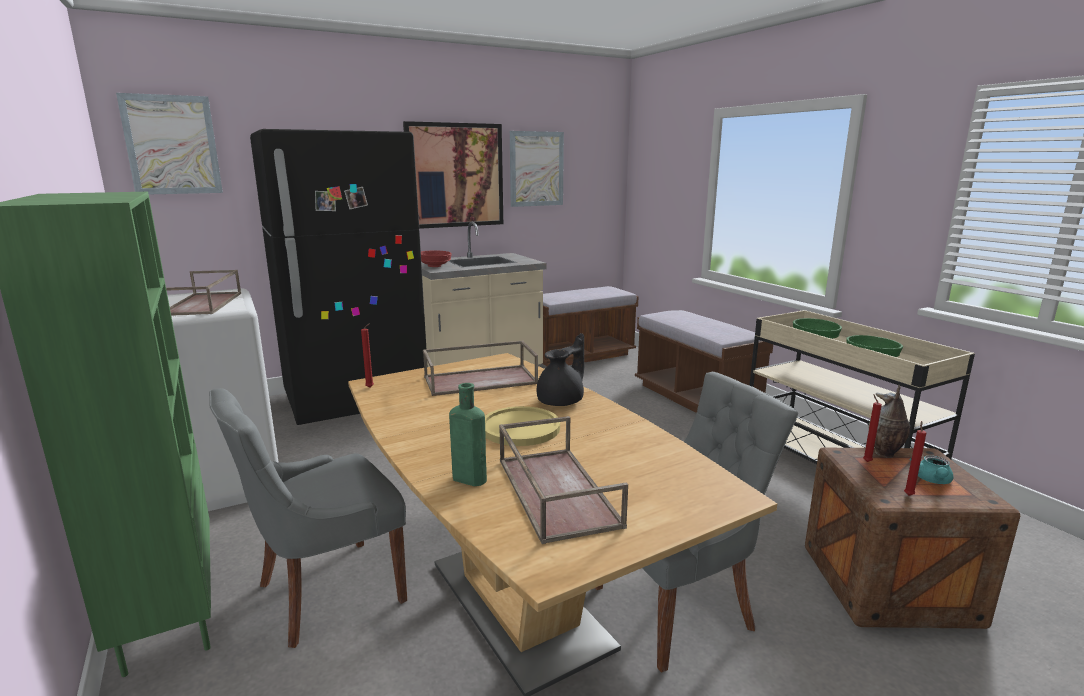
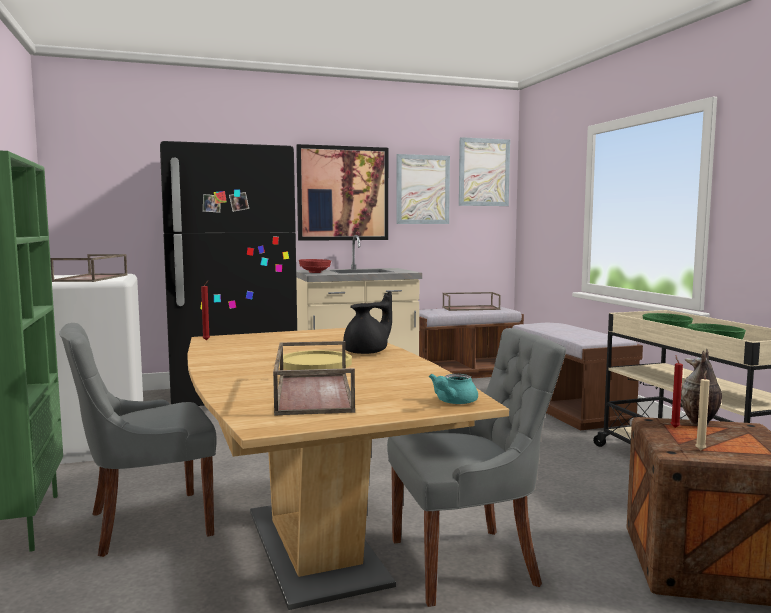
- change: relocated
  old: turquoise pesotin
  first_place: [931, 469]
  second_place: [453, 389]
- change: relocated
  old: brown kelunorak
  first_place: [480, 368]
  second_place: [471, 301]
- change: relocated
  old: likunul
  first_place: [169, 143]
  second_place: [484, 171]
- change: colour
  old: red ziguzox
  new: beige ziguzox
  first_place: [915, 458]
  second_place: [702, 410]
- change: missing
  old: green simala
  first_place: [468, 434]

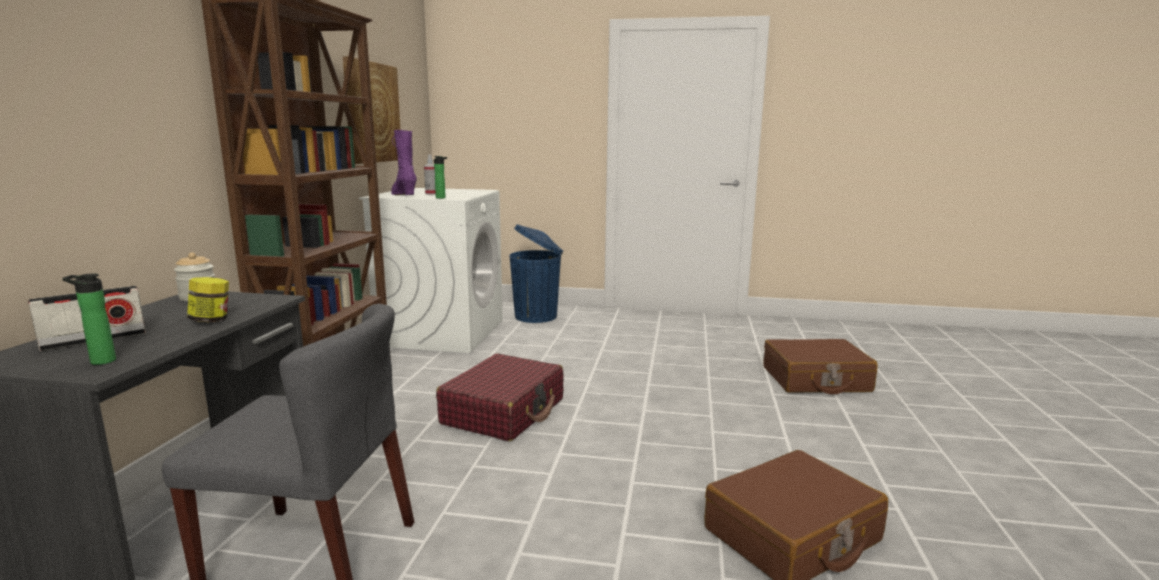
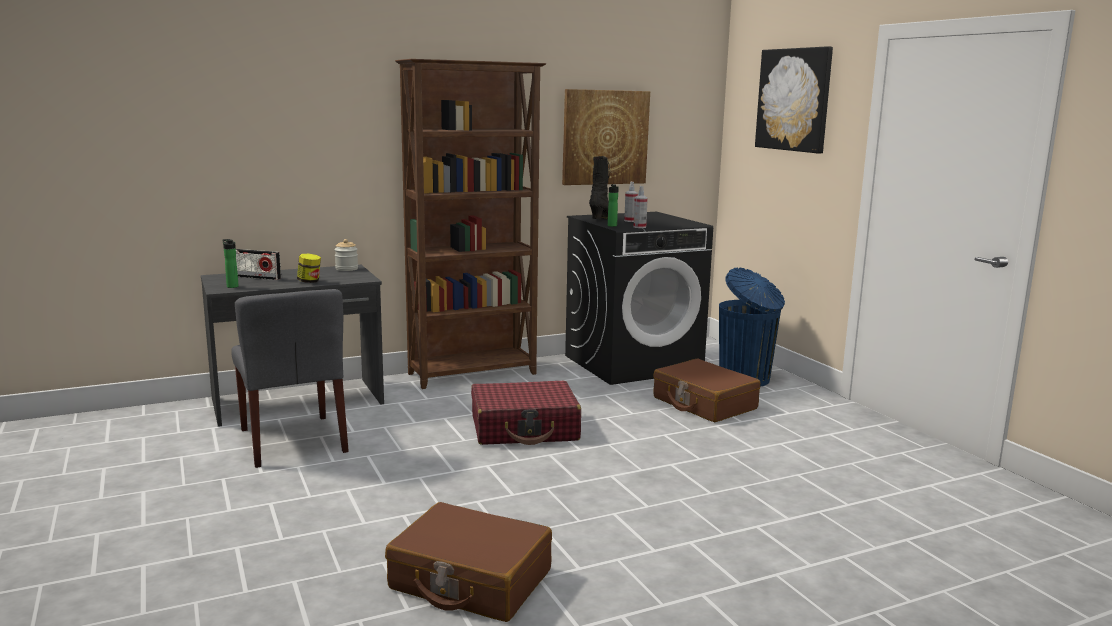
- change: colour
  old: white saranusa
  new: black saranusa
  first_place: [431, 270]
  second_place: [639, 298]
- change: colour
  old: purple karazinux
  new: black karazinux
  first_place: [404, 162]
  second_place: [599, 187]
- change: appeared
  new: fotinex
  second_place: [641, 207]
- change: relocated
  old: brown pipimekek
  first_place: [821, 366]
  second_place: [706, 390]
- change: appeared
  new: likunul
  second_place: [794, 100]

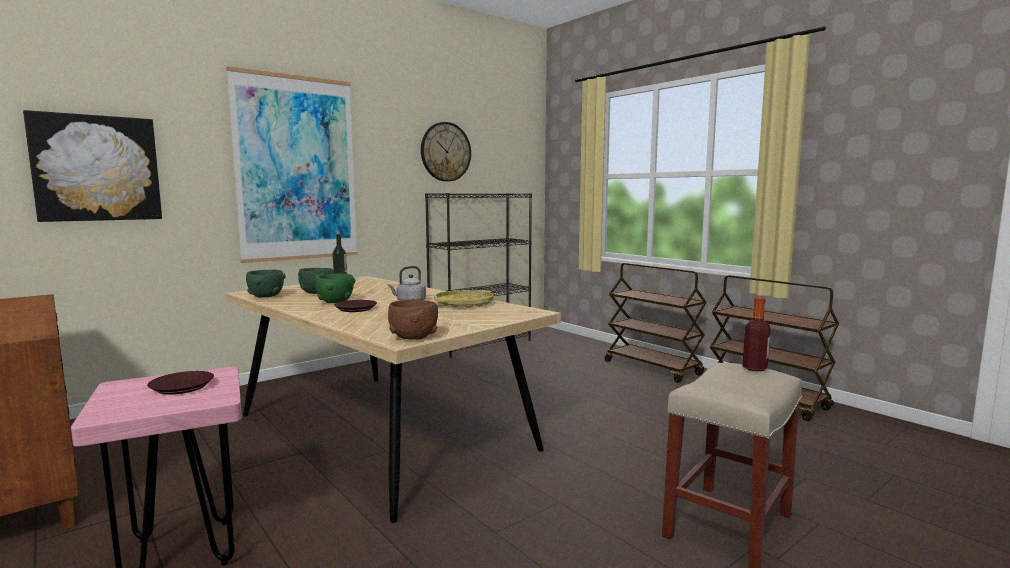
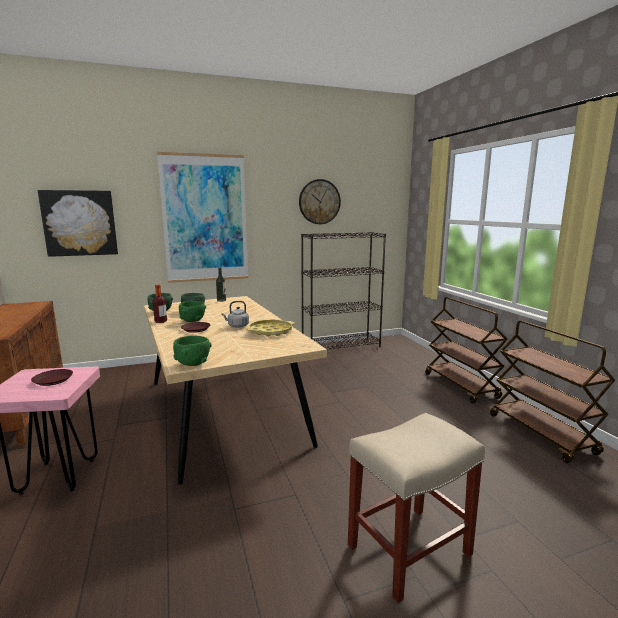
- change: relocated
  old: simala
  first_place: [756, 334]
  second_place: [160, 304]
- change: colour
  old: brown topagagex
  new: green topagagex
  first_place: [413, 320]
  second_place: [192, 351]

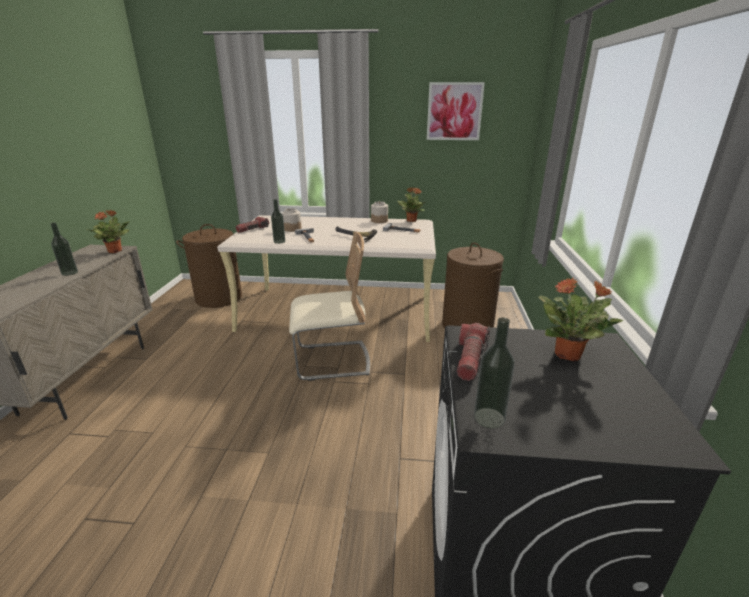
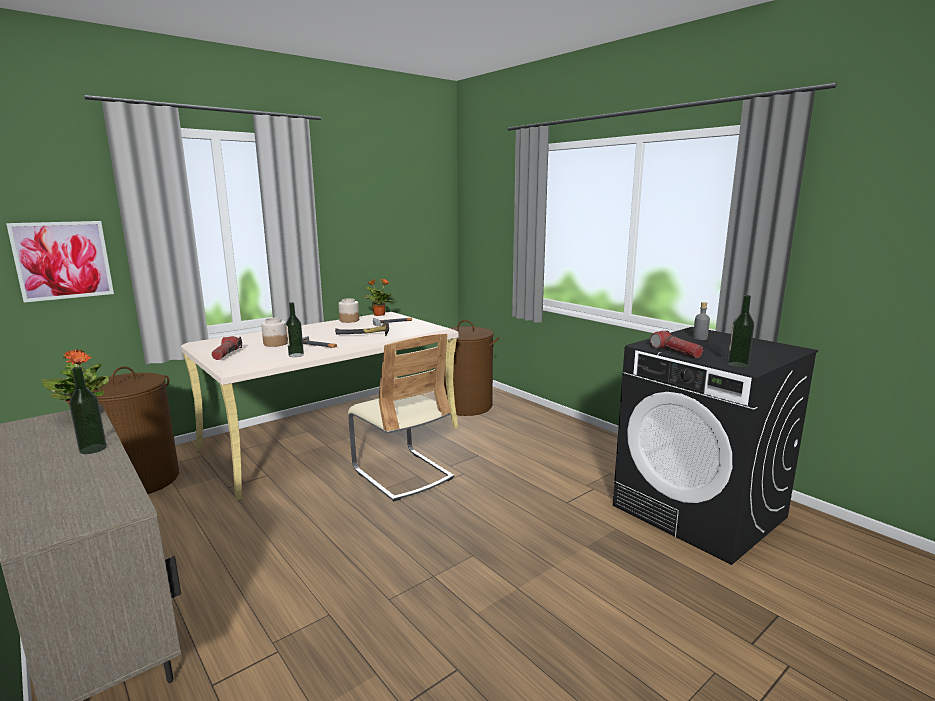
- change: relocated
  old: likunul
  first_place: [456, 111]
  second_place: [60, 262]
- change: spun
  old: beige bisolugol
  first_place: [329, 306]
  second_place: [401, 417]
  degrees: 105
- change: exchanged
  old: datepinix
  new: grey simala
  first_place: [581, 319]
  second_place: [701, 321]

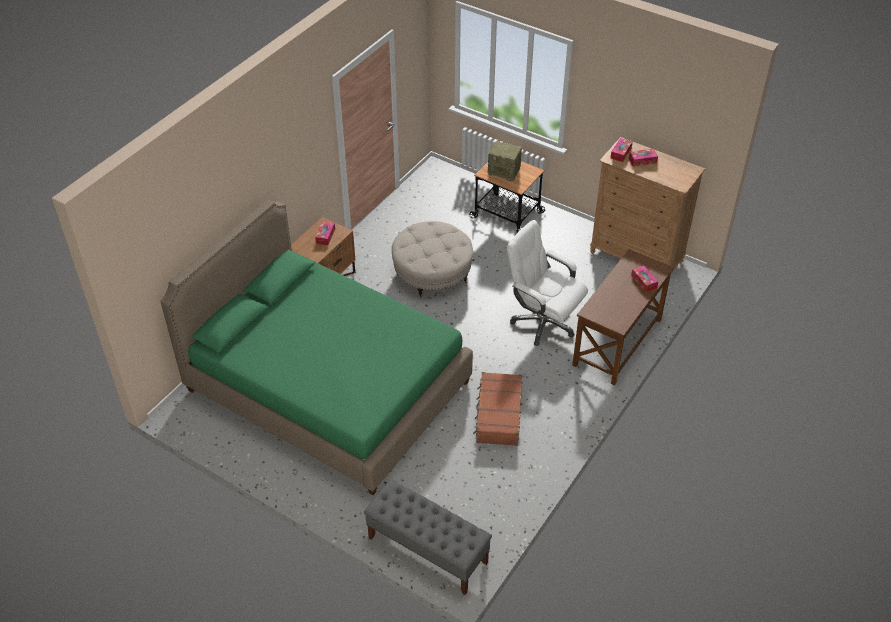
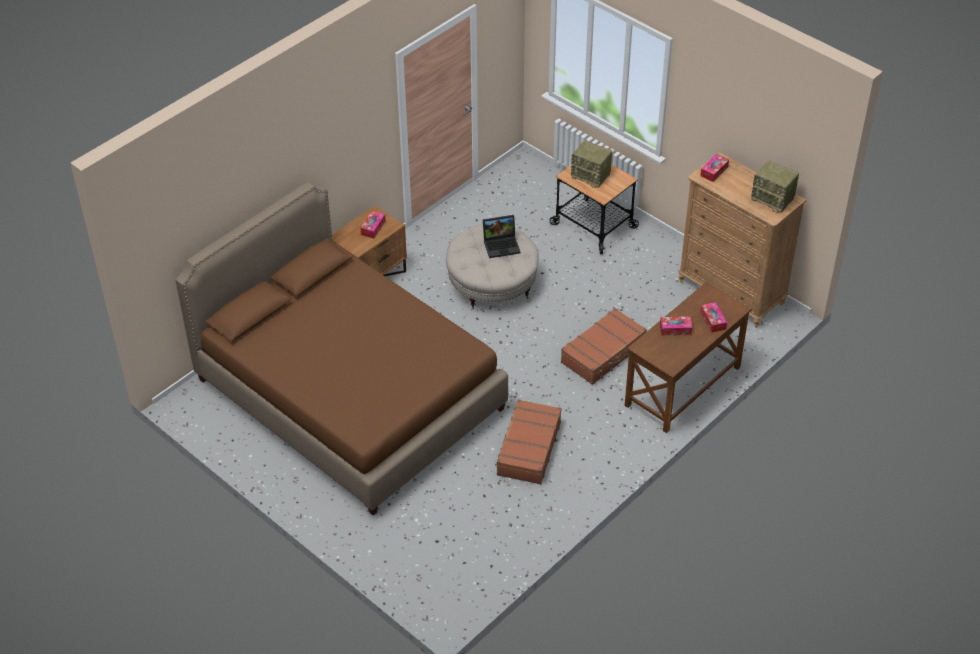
- change: colour
  old: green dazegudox
  new: brown dazegudox
  first_place: [316, 347]
  second_place: [341, 348]
- change: appeared
  new: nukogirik
  second_place: [501, 236]
- change: exchanged
  old: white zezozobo
  new: brown pipimekek
  first_place: [547, 283]
  second_place: [604, 346]
- change: relocated
  old: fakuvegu
  first_place: [643, 157]
  second_place: [676, 326]
- change: appeared
  new: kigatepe
  second_place: [775, 186]
- change: missing
  old: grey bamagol
  first_place: [428, 537]

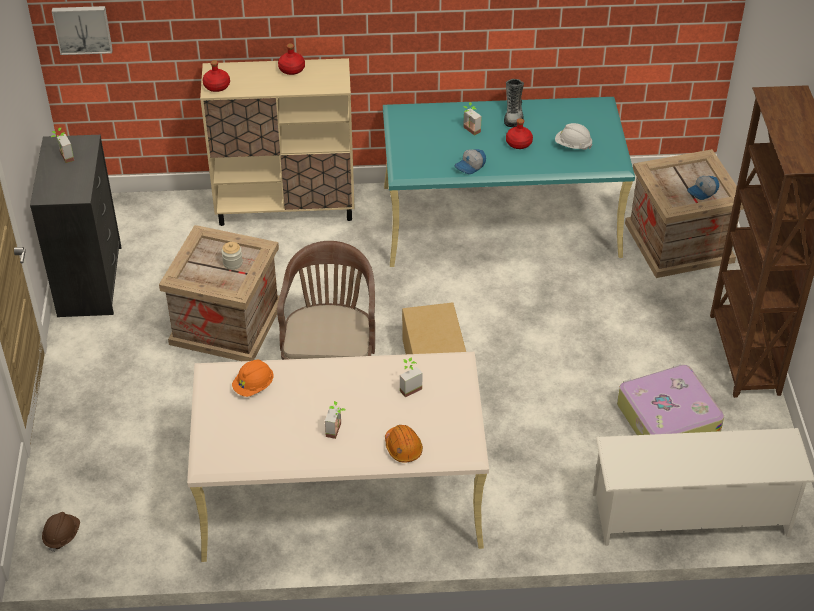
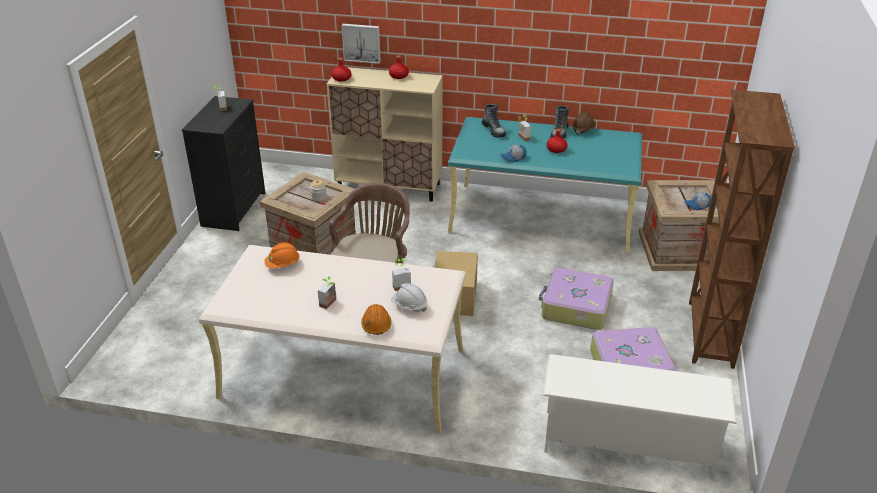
- change: relocated
  old: likunul
  first_place: [82, 30]
  second_place: [361, 44]
- change: relocated
  old: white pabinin
  first_place: [574, 136]
  second_place: [409, 297]
- change: appeared
  new: karazinux
  second_place: [494, 121]
- change: appeared
  new: pipimekek
  second_place: [576, 299]
- change: relocated
  old: brown pabinin
  first_place: [61, 532]
  second_place: [584, 123]

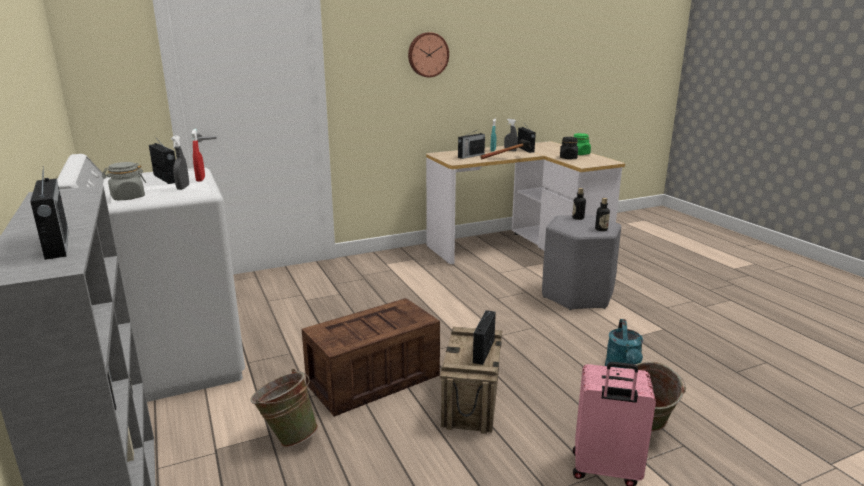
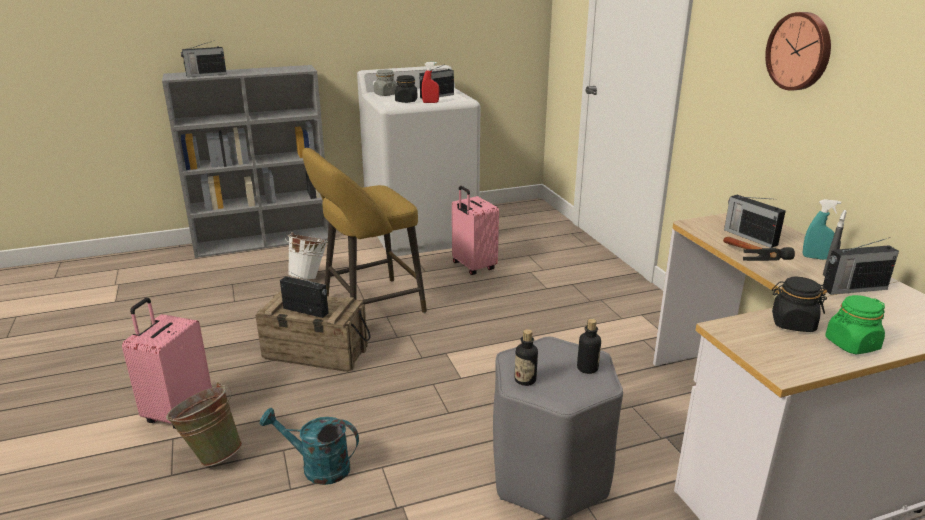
- change: colour
  old: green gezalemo
  new: white gezalemo
  first_place: [284, 408]
  second_place: [306, 256]
- change: exchanged
  old: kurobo
  new: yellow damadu
  first_place: [371, 357]
  second_place: [364, 230]
- change: exchanged
  old: grey fotinex
  new: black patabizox
  first_place: [180, 162]
  second_place: [406, 89]
- change: appeared
  new: pink pipimekek
  second_place: [475, 230]

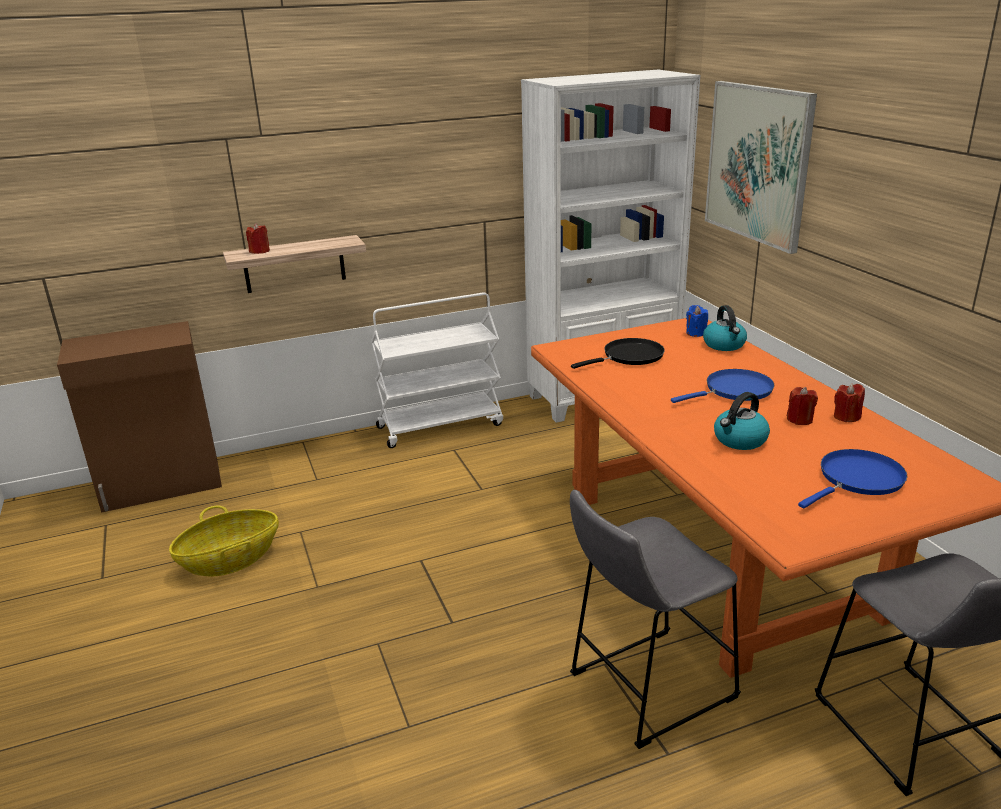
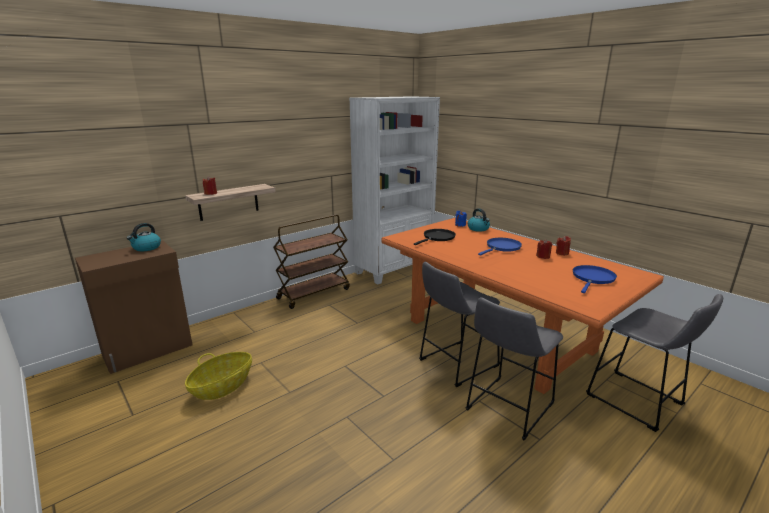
- change: relocated
  old: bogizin
  first_place: [742, 421]
  second_place: [144, 237]
- change: colour
  old: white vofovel
  new: brown vofovel
  first_place: [437, 370]
  second_place: [311, 262]
- change: appeared
  new: grey damadu
  second_place: [459, 324]
- change: missing
  old: likunul
  first_place: [761, 167]

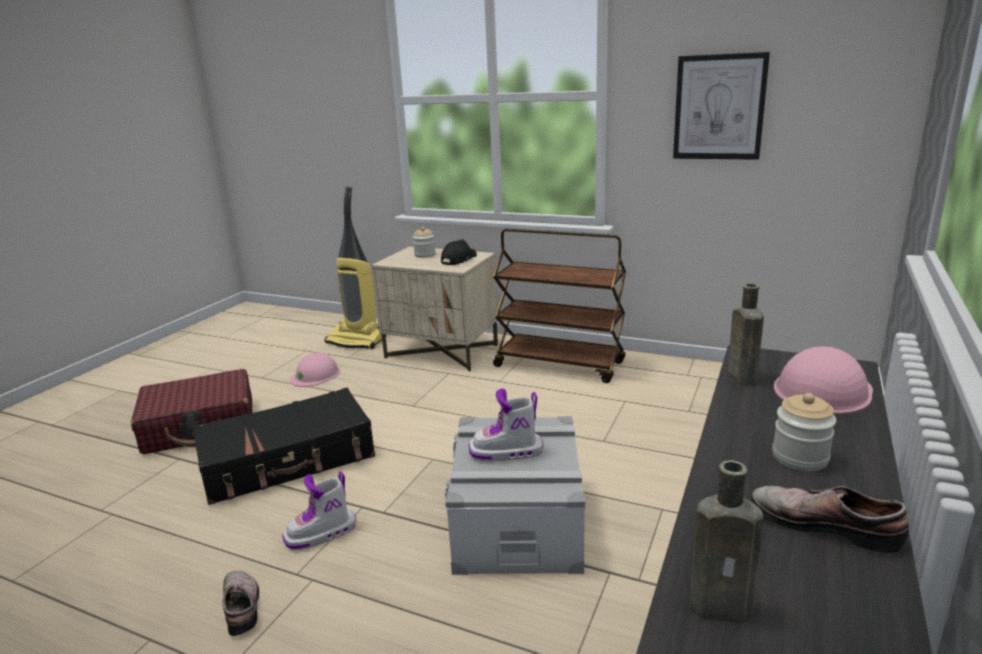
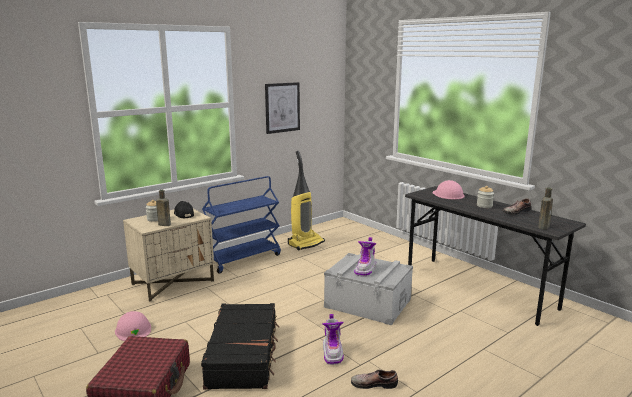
- change: relocated
  old: brown simala
  first_place: [746, 334]
  second_place: [163, 208]
- change: colour
  old: brown vofovel
  new: blue vofovel
  first_place: [559, 306]
  second_place: [241, 225]
- change: relocated
  old: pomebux
  first_place: [355, 268]
  second_place: [306, 201]

